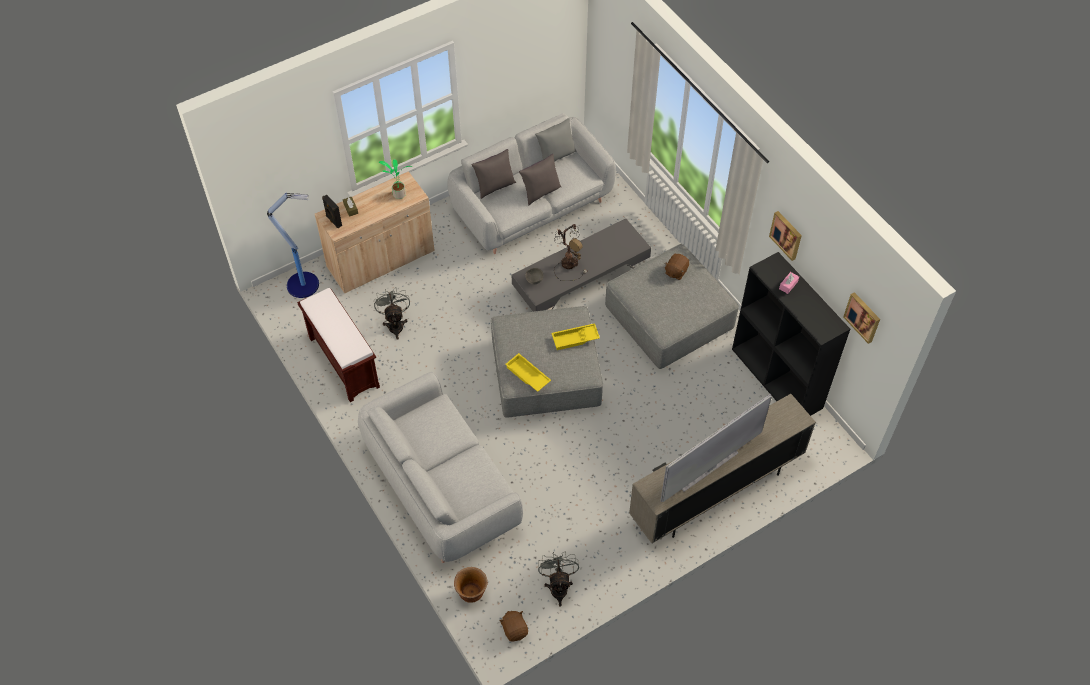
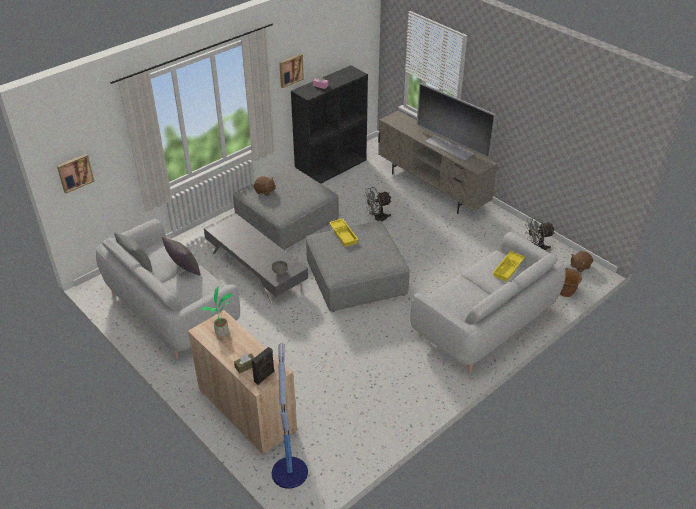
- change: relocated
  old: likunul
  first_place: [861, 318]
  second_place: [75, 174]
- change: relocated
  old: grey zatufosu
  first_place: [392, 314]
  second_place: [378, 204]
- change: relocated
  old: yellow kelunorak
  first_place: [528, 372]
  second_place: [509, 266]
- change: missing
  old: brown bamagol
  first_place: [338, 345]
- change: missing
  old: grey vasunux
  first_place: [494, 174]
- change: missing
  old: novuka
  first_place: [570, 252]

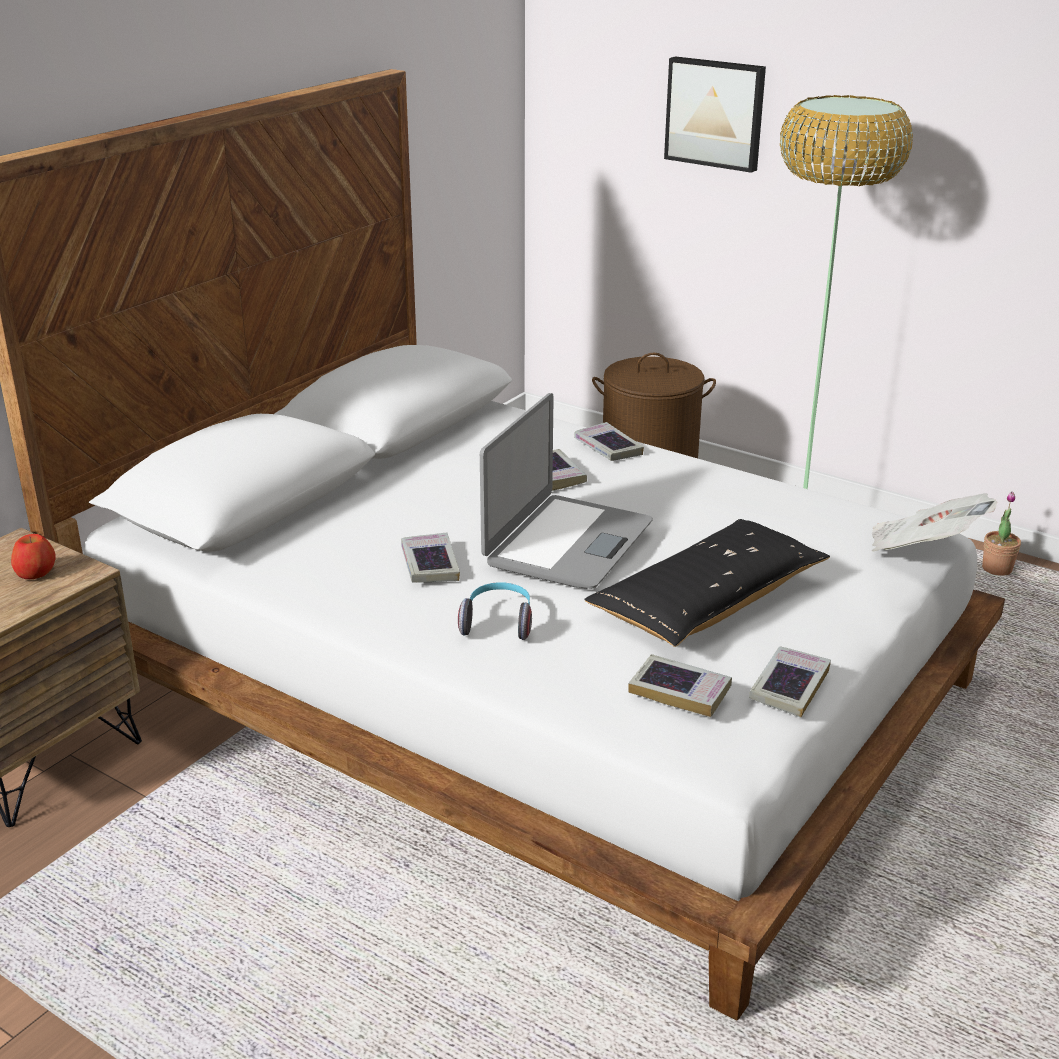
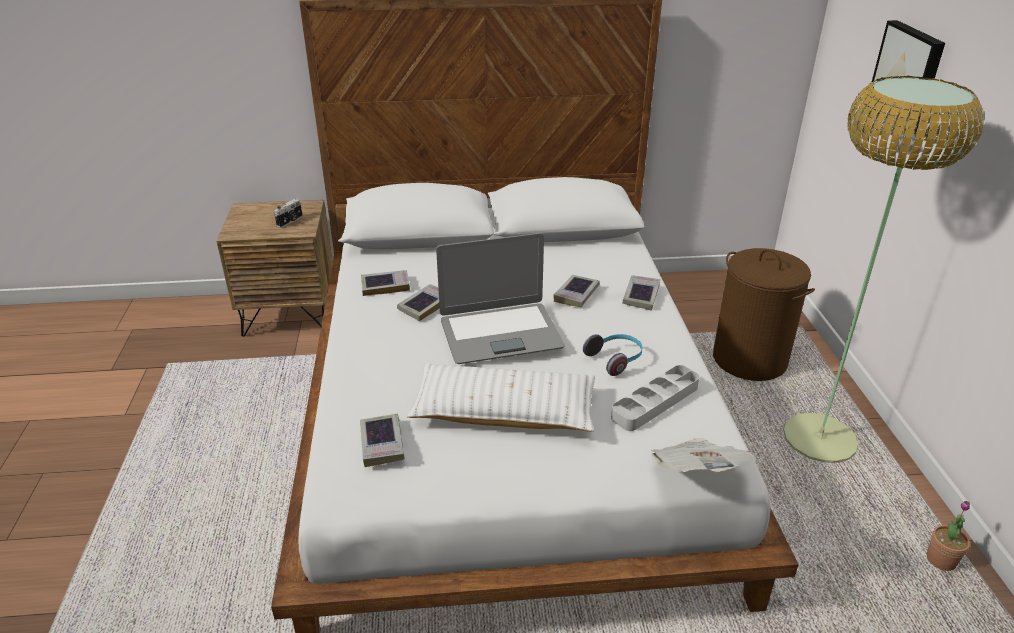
- change: exchanged
  old: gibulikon
  new: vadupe
  first_place: [33, 556]
  second_place: [288, 213]
- change: relocated
  old: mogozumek
  first_place: [790, 682]
  second_place: [385, 283]
- change: colour
  old: black vasunux
  new: white vasunux
  first_place: [707, 583]
  second_place: [501, 398]
- change: relocated
  old: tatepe
  first_place: [495, 611]
  second_place: [612, 355]
- change: appeared
  new: grey kelunorak
  second_place: [655, 398]

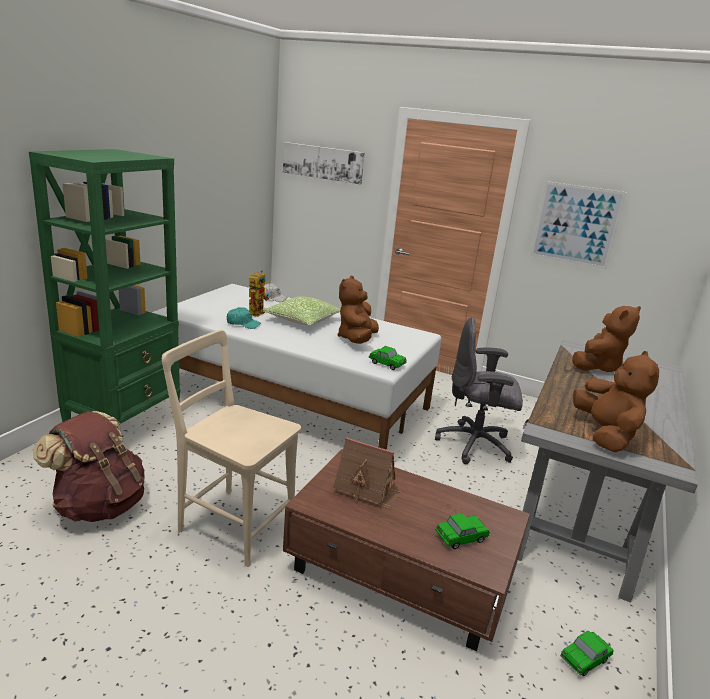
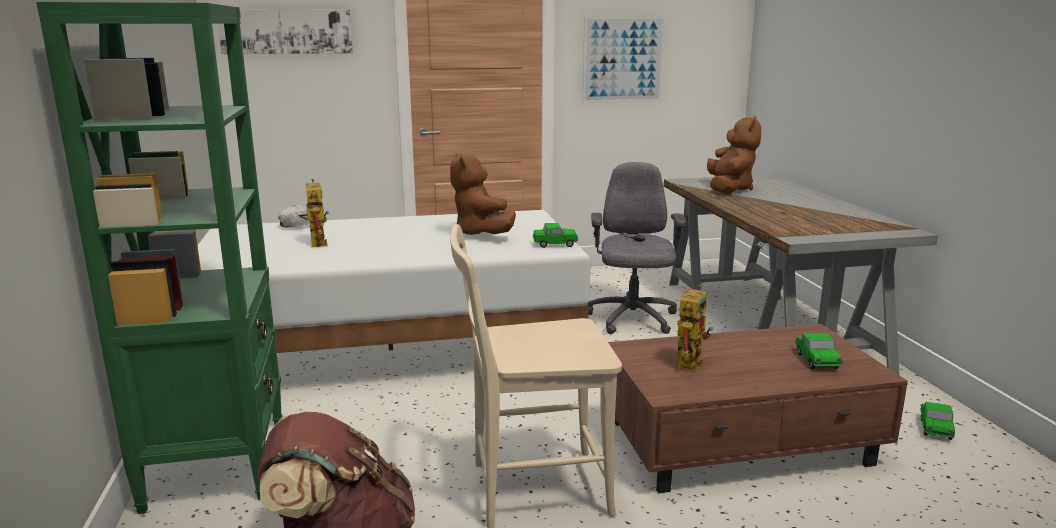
- change: spun
  old: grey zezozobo
  first_place: [479, 390]
  second_place: [636, 248]
  degrees: 120
- change: exchanged
  old: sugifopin
  new: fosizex
  first_place: [367, 473]
  second_place: [694, 328]
- change: spun
  old: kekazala
  first_place: [463, 531]
  second_place: [818, 351]
  degrees: 150
- change: missing
  old: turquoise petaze
  first_place: [244, 318]
- change: missing
  old: vasunux
  first_place: [302, 310]
- change: missing
  old: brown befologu
  first_place: [616, 401]

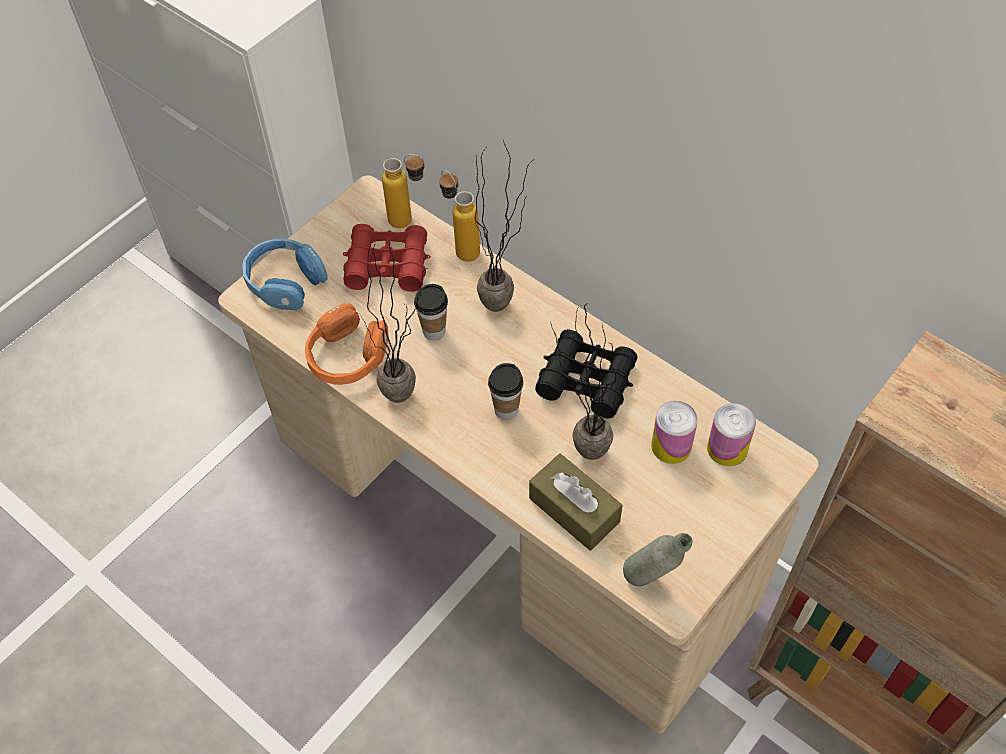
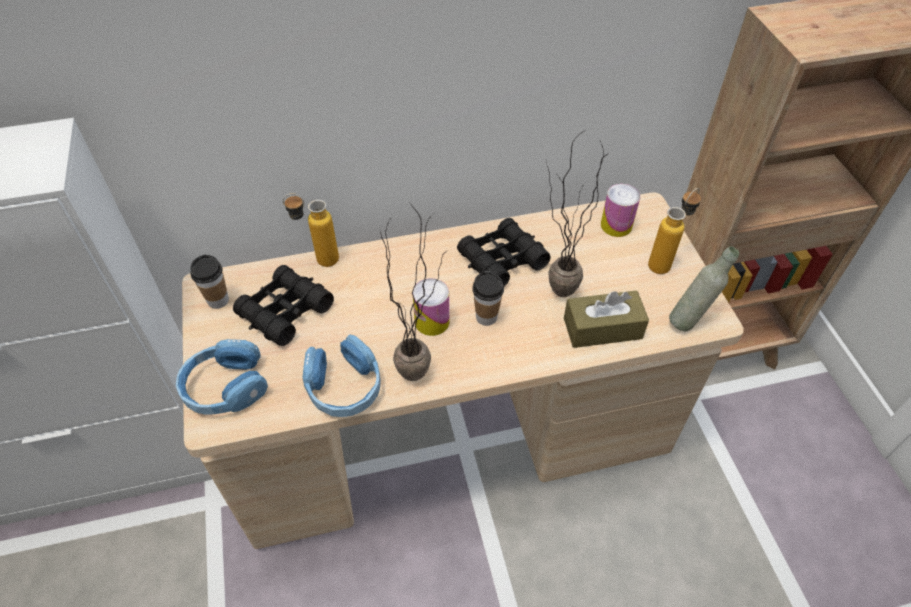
- change: relocated
  old: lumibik
  first_place: [431, 312]
  second_place: [209, 282]
- change: colour
  old: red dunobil
  new: black dunobil
  first_place: [387, 258]
  second_place: [283, 305]
- change: colour
  old: orange tatepe
  new: blue tatepe
  first_place: [346, 344]
  second_place: [341, 376]
- change: relocated
  old: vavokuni
  first_place: [674, 432]
  second_place: [431, 307]
- change: relocated
  old: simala
  first_place: [403, 191]
  second_place: [674, 231]
- change: missing
  old: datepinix
  first_place: [505, 226]

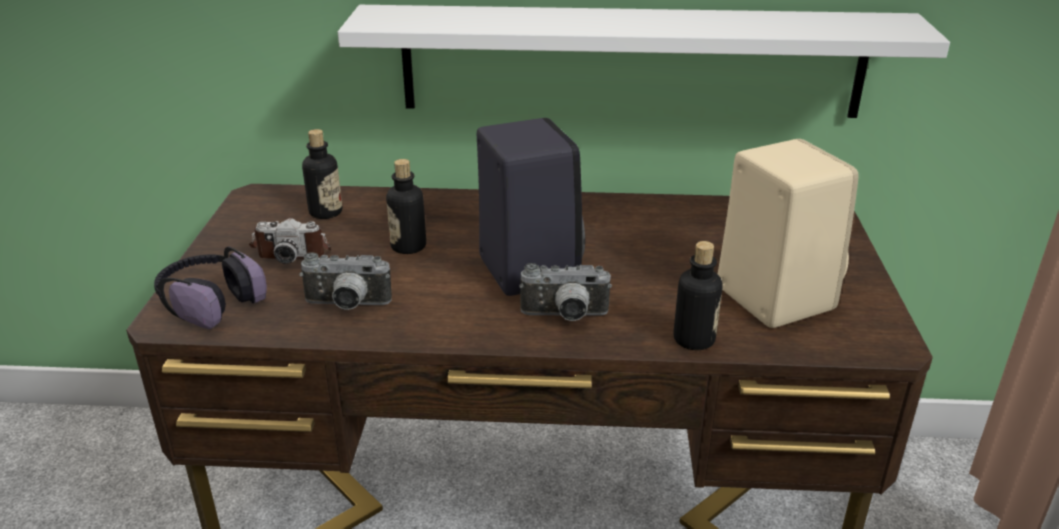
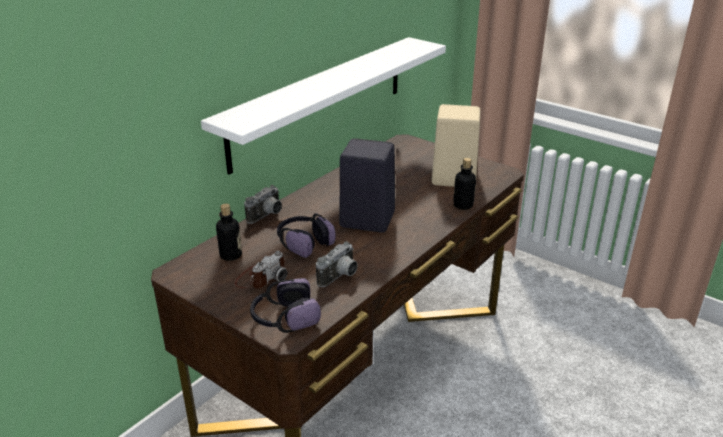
- change: relocated
  old: vadupe
  first_place: [565, 292]
  second_place: [263, 204]
- change: exchanged
  old: simala
  new: tatepe
  first_place: [406, 206]
  second_place: [306, 235]

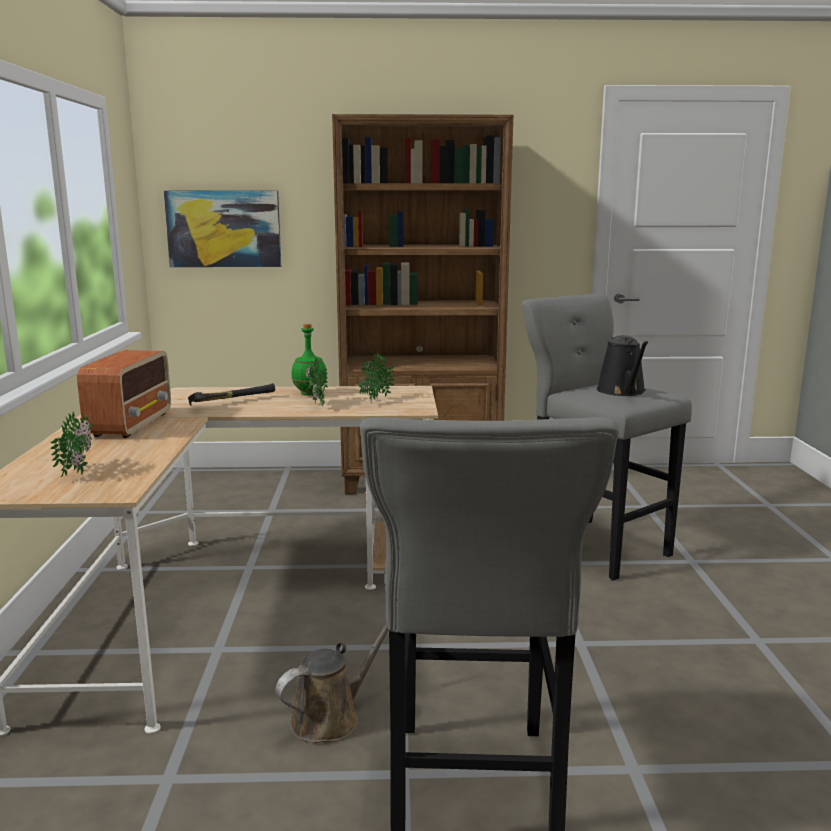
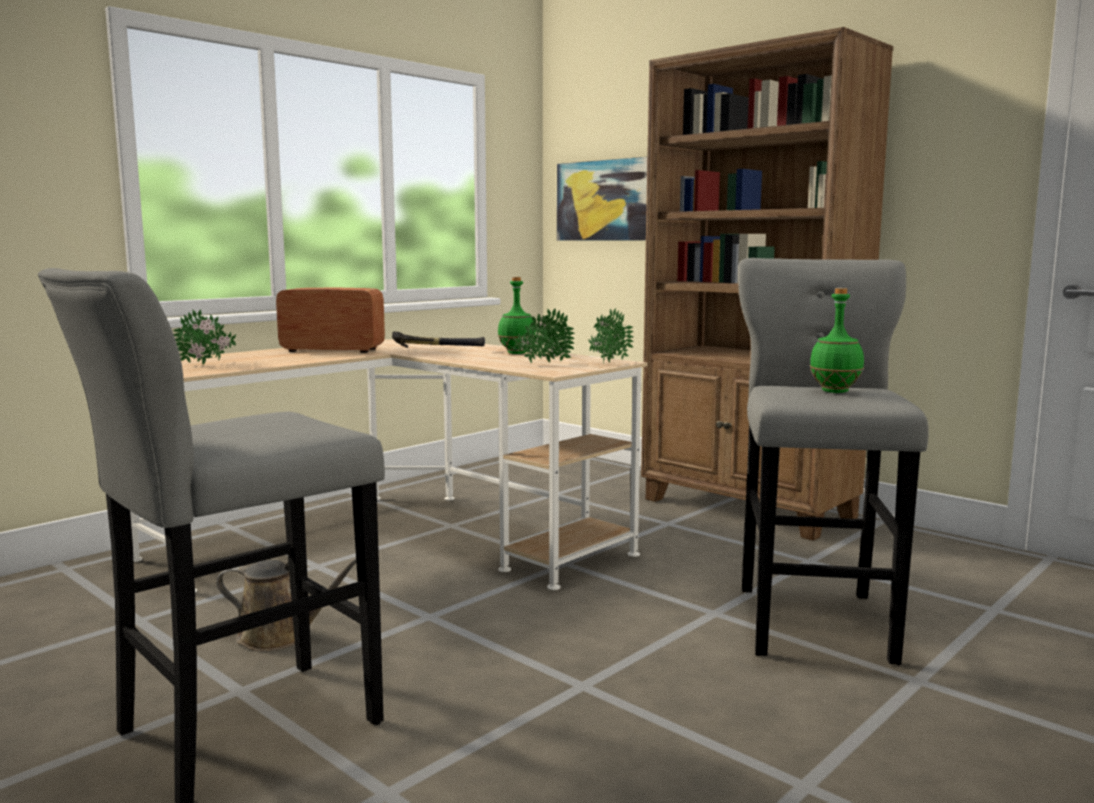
- change: spun
  old: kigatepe
  first_place: [124, 394]
  second_place: [330, 320]
  degrees: -135
- change: relocated
  old: datepinix
  first_place: [317, 381]
  second_place: [611, 335]
- change: exchanged
  old: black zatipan
  new: green simala
  first_place: [622, 365]
  second_place: [837, 340]

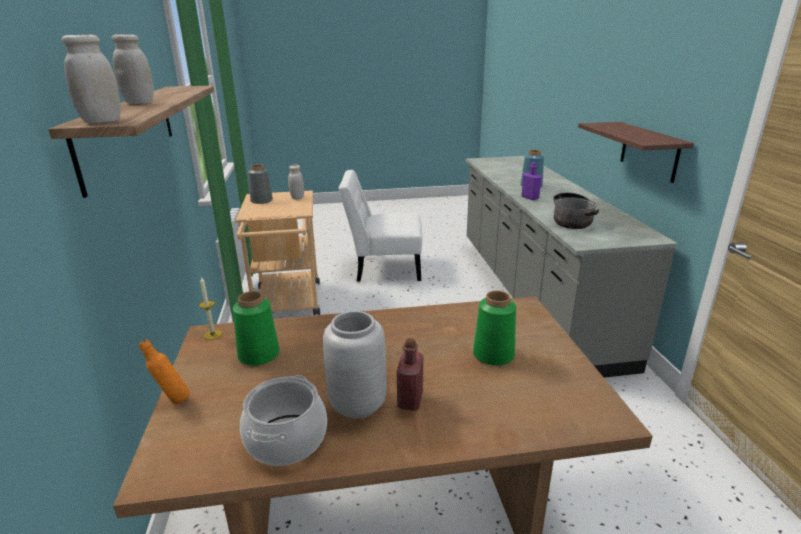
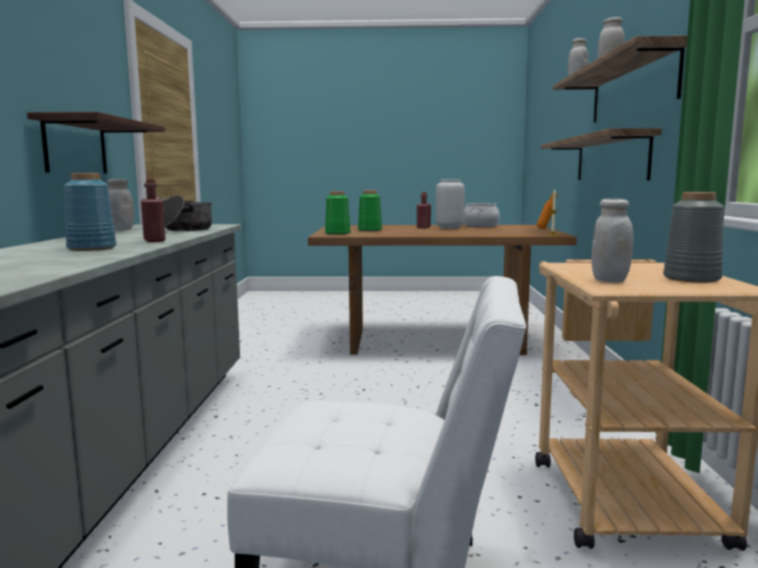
- change: appeared
  new: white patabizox
  second_place: [120, 205]
- change: colour
  old: purple simala
  new: red simala
  first_place: [532, 181]
  second_place: [153, 210]
- change: relocated
  old: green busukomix
  first_place: [256, 328]
  second_place: [338, 213]
- change: appeared
  new: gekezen
  second_place: [601, 154]

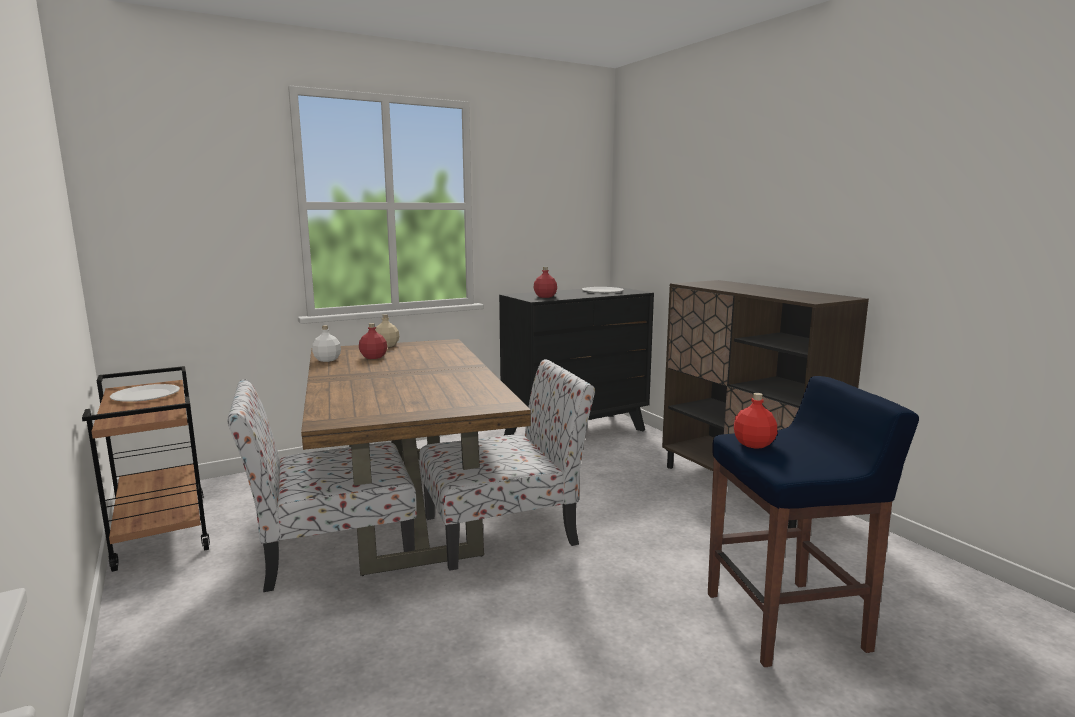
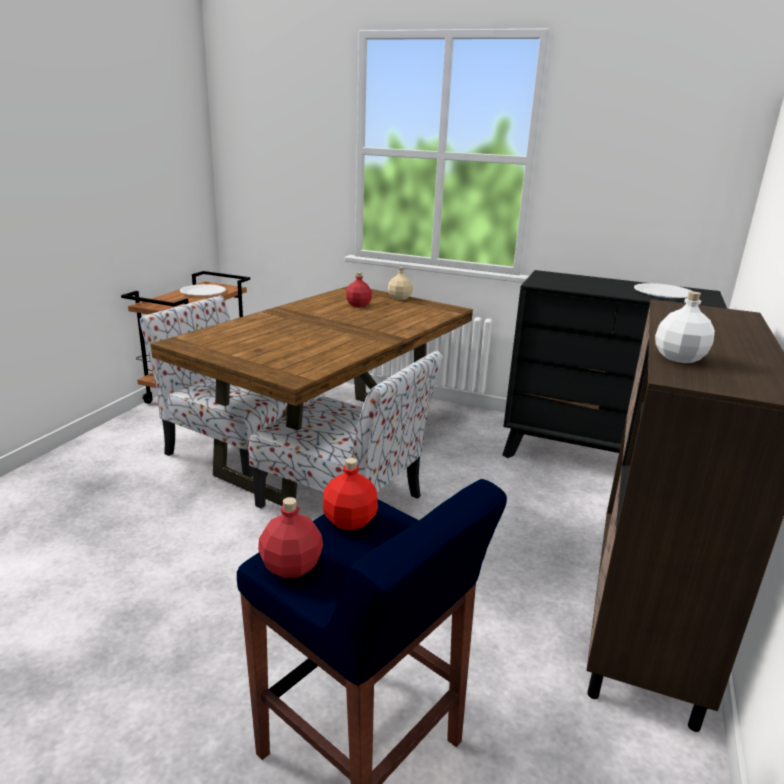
- change: relocated
  old: red simala
  first_place: [545, 282]
  second_place: [290, 537]
- change: relocated
  old: white simala
  first_place: [326, 343]
  second_place: [685, 327]

